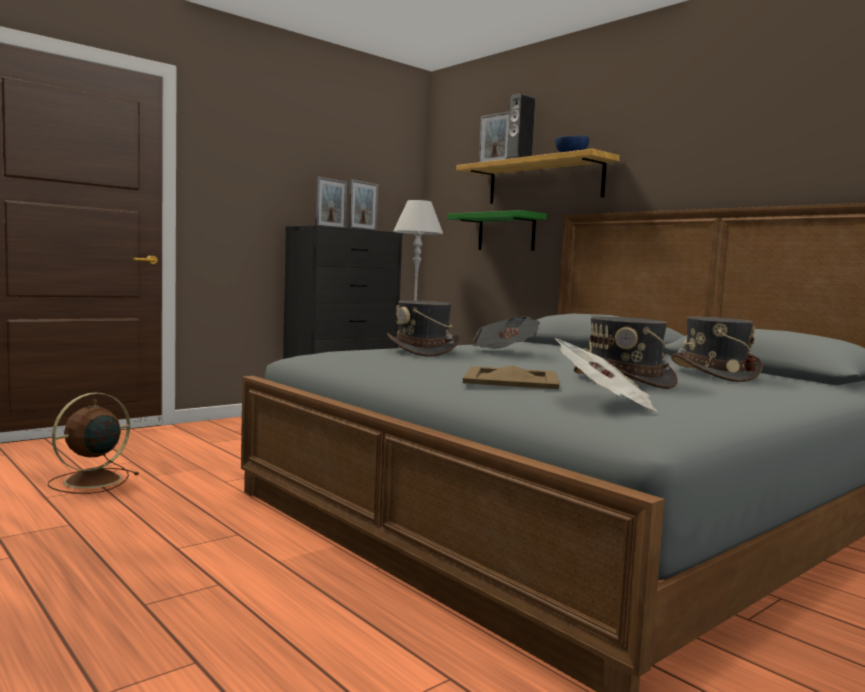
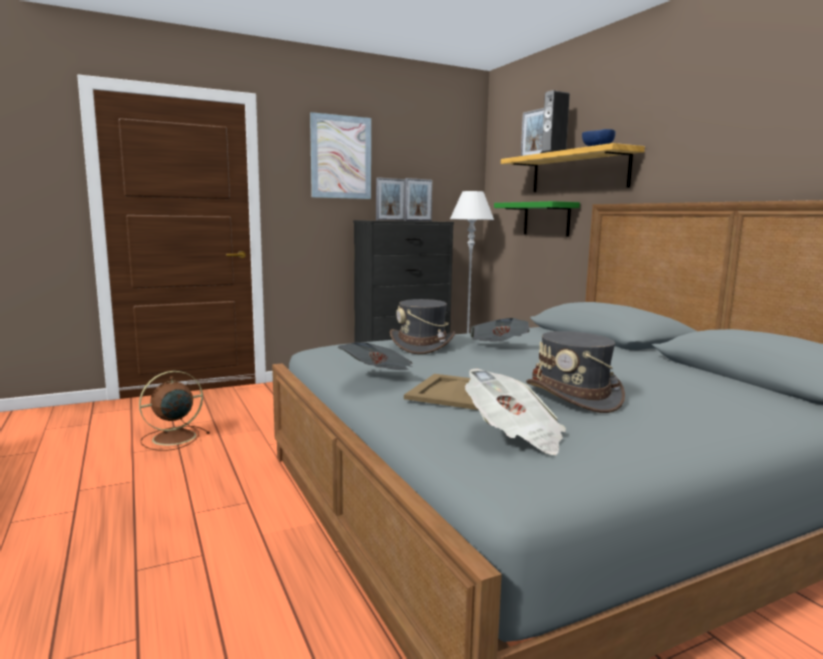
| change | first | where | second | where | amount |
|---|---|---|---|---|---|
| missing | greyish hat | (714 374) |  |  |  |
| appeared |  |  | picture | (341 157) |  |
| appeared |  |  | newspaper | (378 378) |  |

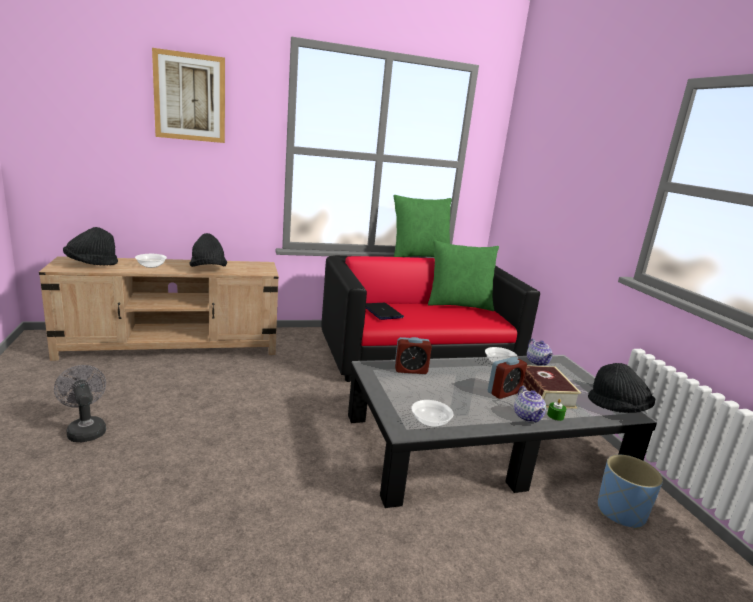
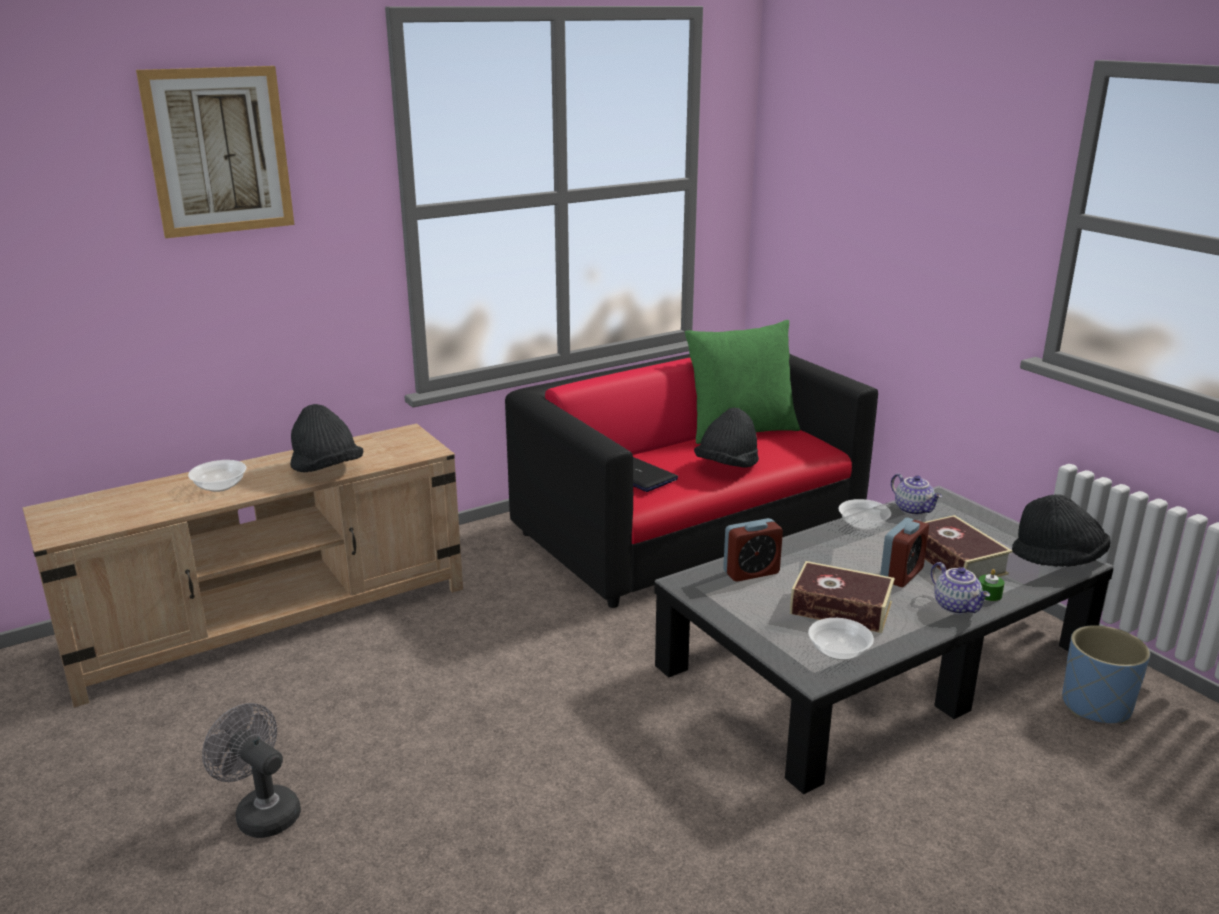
| change | first | where | second | where | amount |
|---|---|---|---|---|---|
| relocated | black hat | (91 264) |  | (727 466) |  |
| missing | green throw pillow | (419 256) |  |  |  |
| appeared |  |  | volume | (841 608) |  |

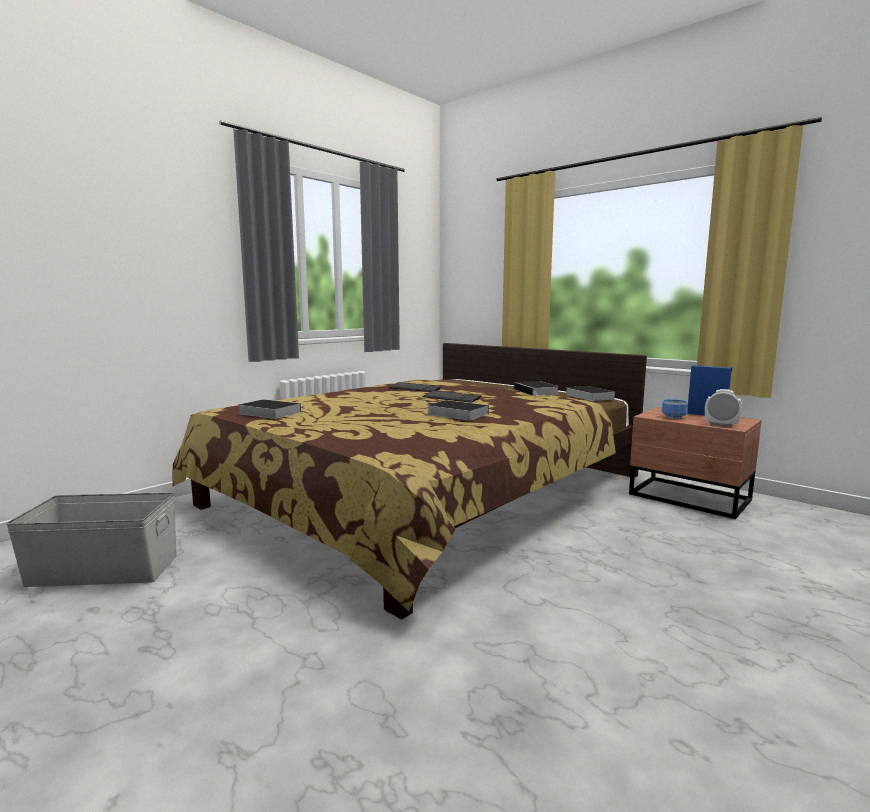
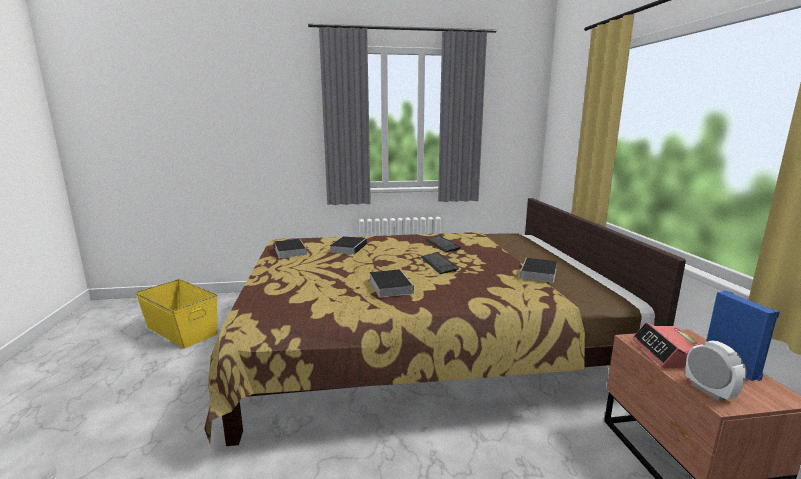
| change | first | where | second | where | amount |
|---|---|---|---|---|---|
| colour | greyish storage box | (104 569) | yellow-coloured storage box | (182 330) |  |
| relocated | volume | (587 396) |  | (348 247) |  |
| exchanged | serving bowl | (675 417) | table clock | (668 354) |  |

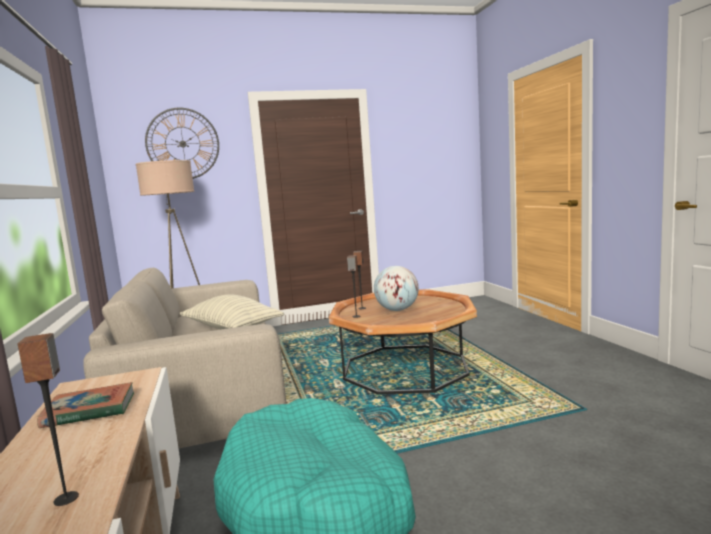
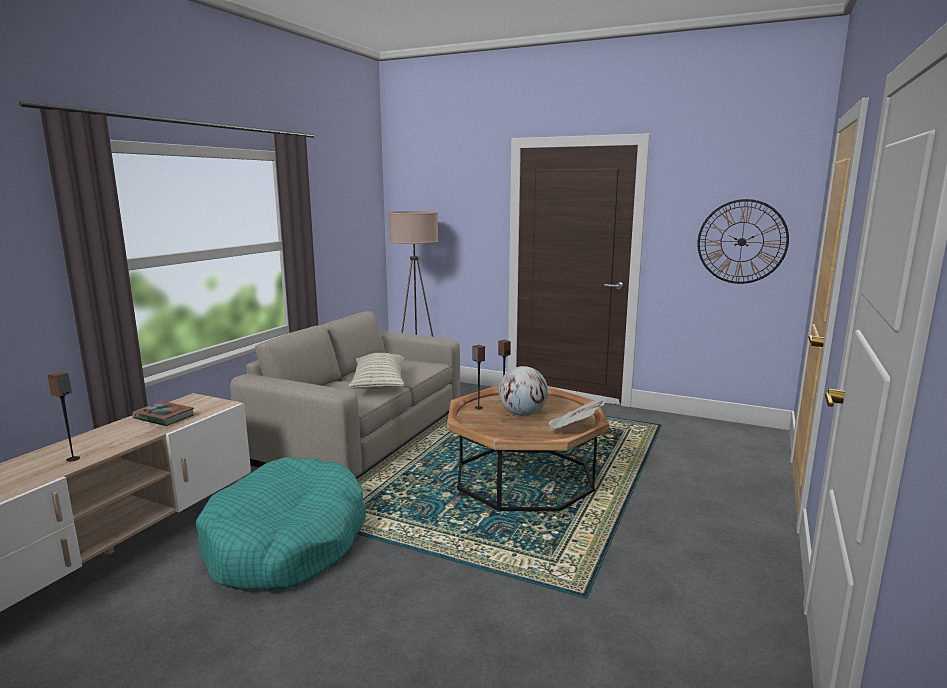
| change | first | where | second | where | amount |
|---|---|---|---|---|---|
| relocated | hanging clock | (182 144) |  | (741 242) |  |
| appeared |  |  | newspaper | (573 429) |  |

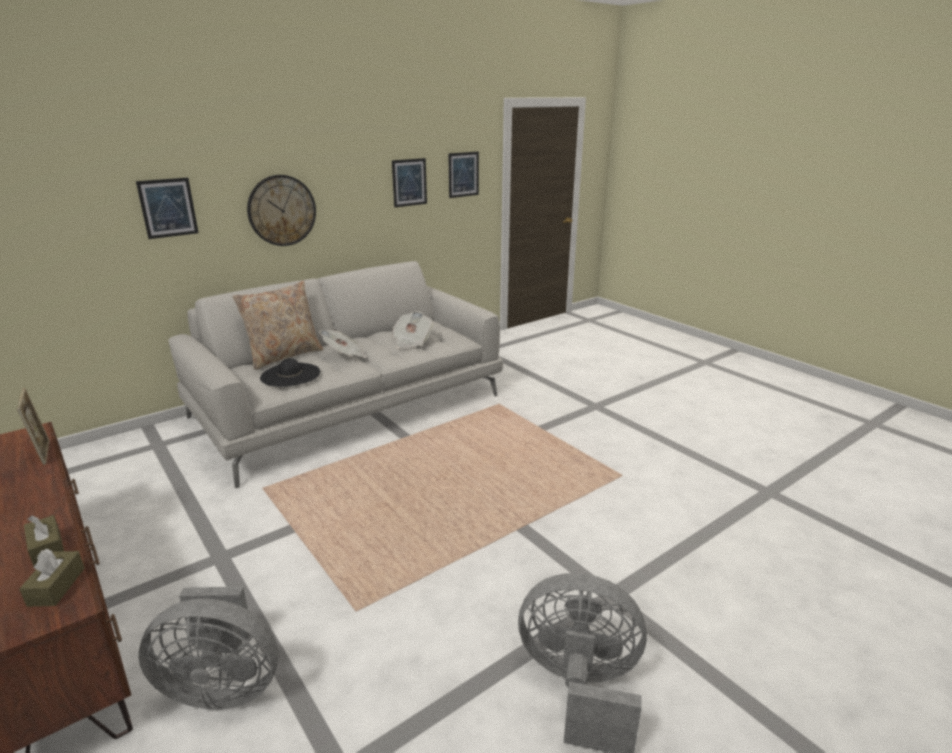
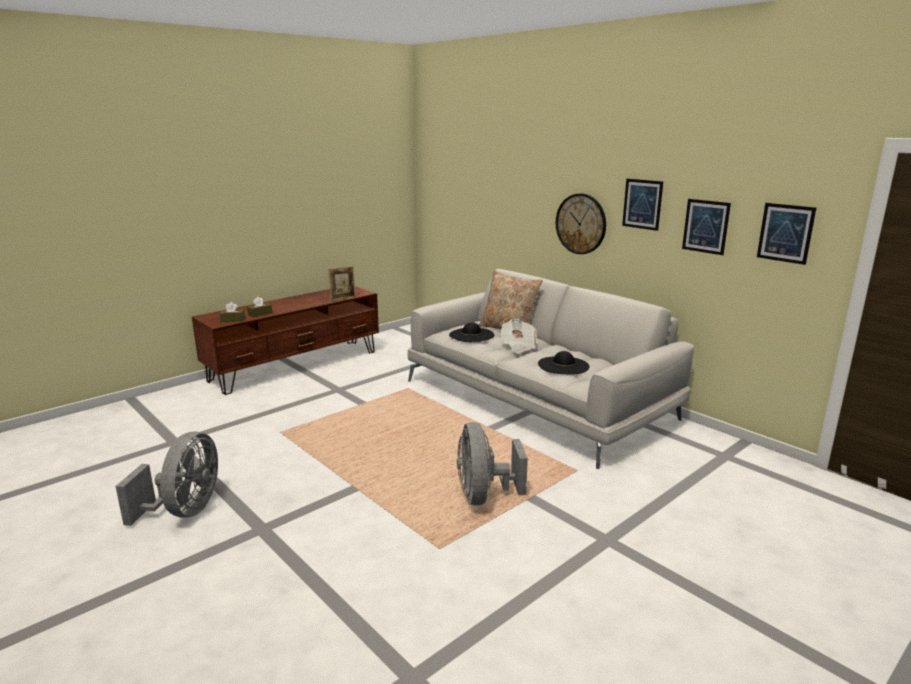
| change | first | where | second | where | amount |
|---|---|---|---|---|---|
| relocated | picture | (168 208) |  | (642 204) |  |
| relocated | greyish cooling fan | (222 686) |  | (484 496) |  |
| exchanged | newspaper | (411 341) | black hat | (563 365) |  |

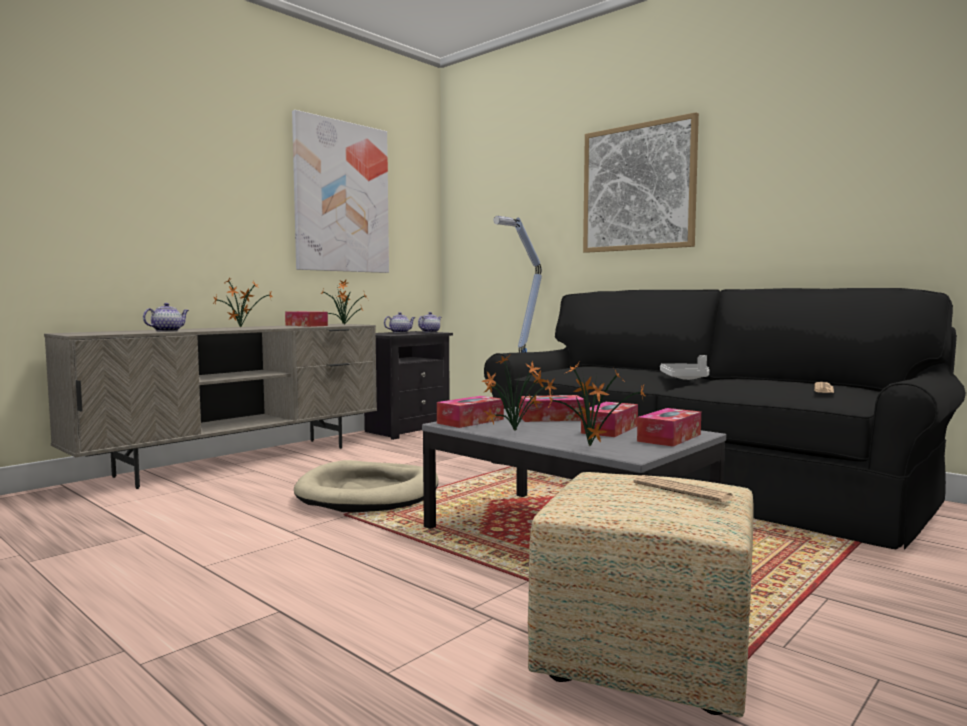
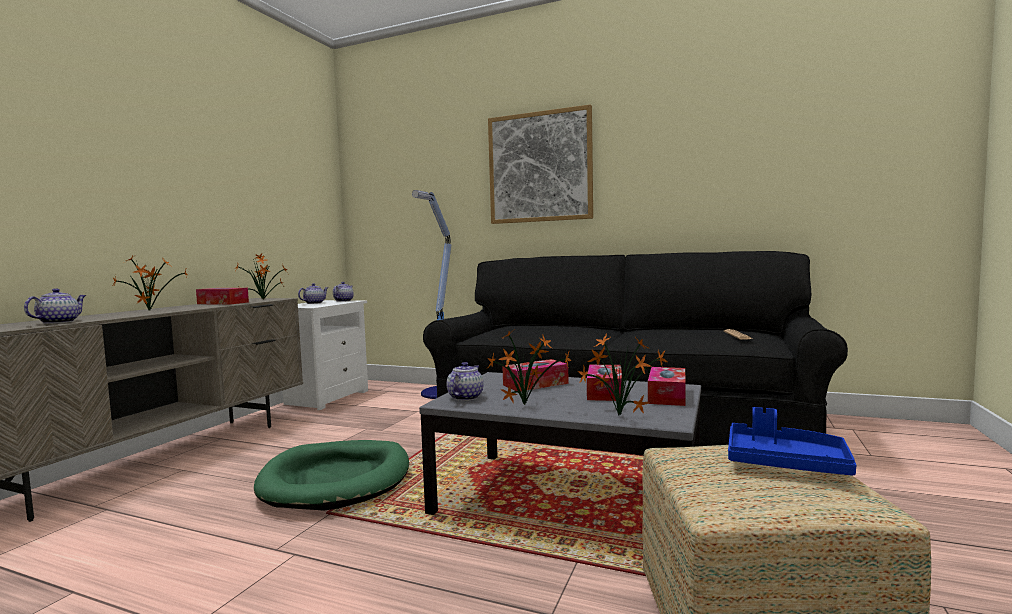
| change | first | where | second | where | amount |
|---|---|---|---|---|---|
| missing | picture | (341 197) |  |  |  |
| colour | beige pet bed | (369 493) | green pet bed | (336 479) |  |
| colour | black bedside table | (405 430) | white bedside table | (325 398) |  |
| exchanged | box of tissues | (470 421) | tea pot | (465 397) |  |
| exchanged | newspaper | (682 490) | blue tray | (785 463) |  |
| missing | greyish tray | (686 379) |  |  |  |

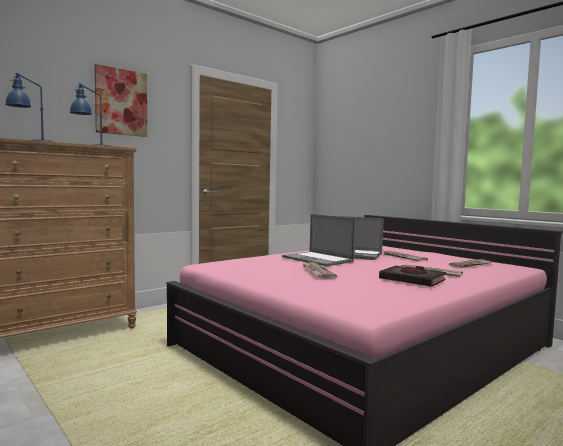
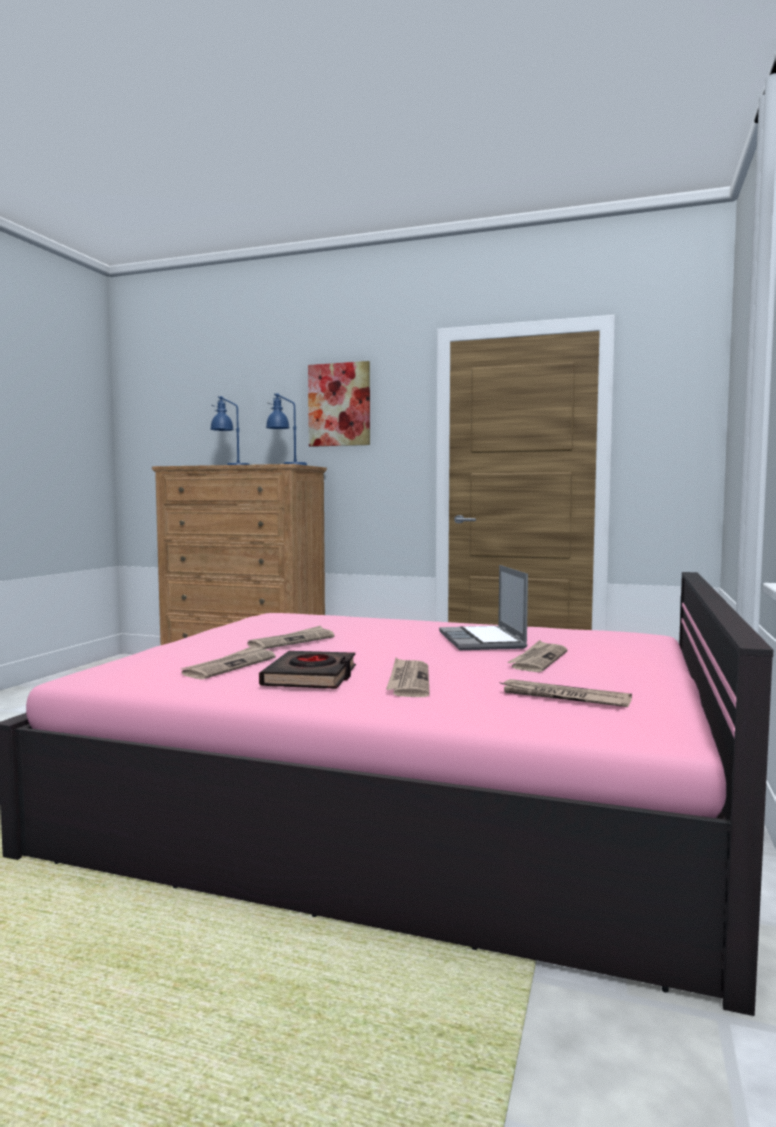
| change | first | where | second | where | amount |
|---|---|---|---|---|---|
| missing | laptop | (317 259) |  |  |  |
| appeared |  |  | newspaper | (230 666) |  |

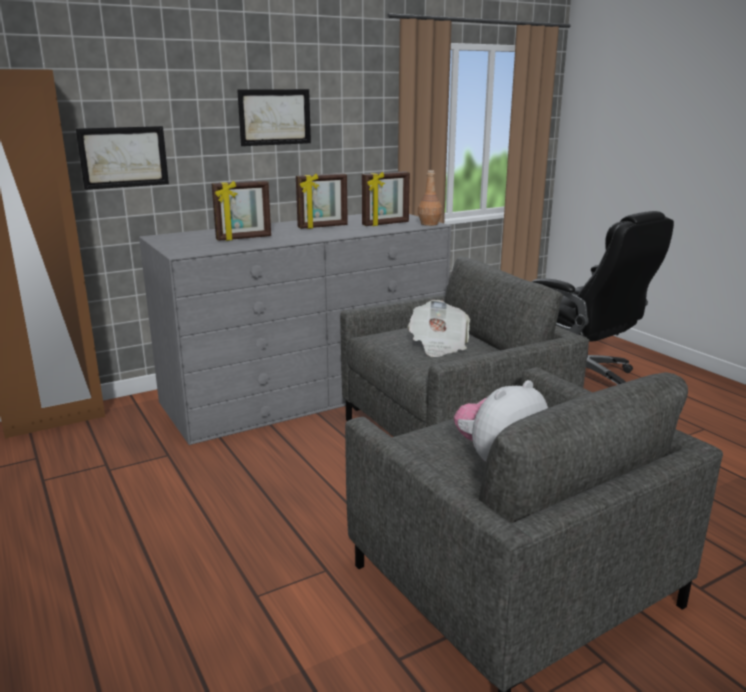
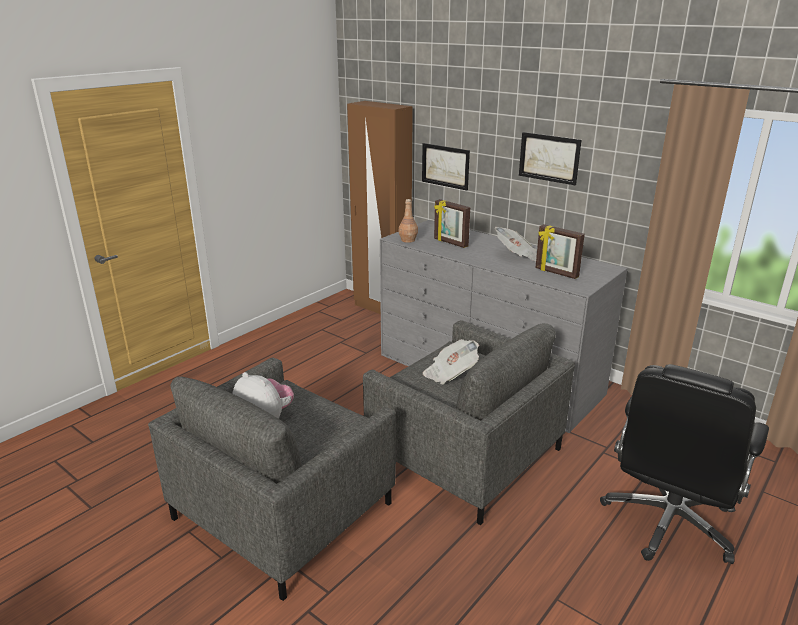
| change | first | where | second | where | amount |
|---|---|---|---|---|---|
| exchanged | standing frame | (323 227) | newspaper | (516 256) |  |
| relocated | brown-coloured drink bottle | (429 224) |  | (408 240) |  |

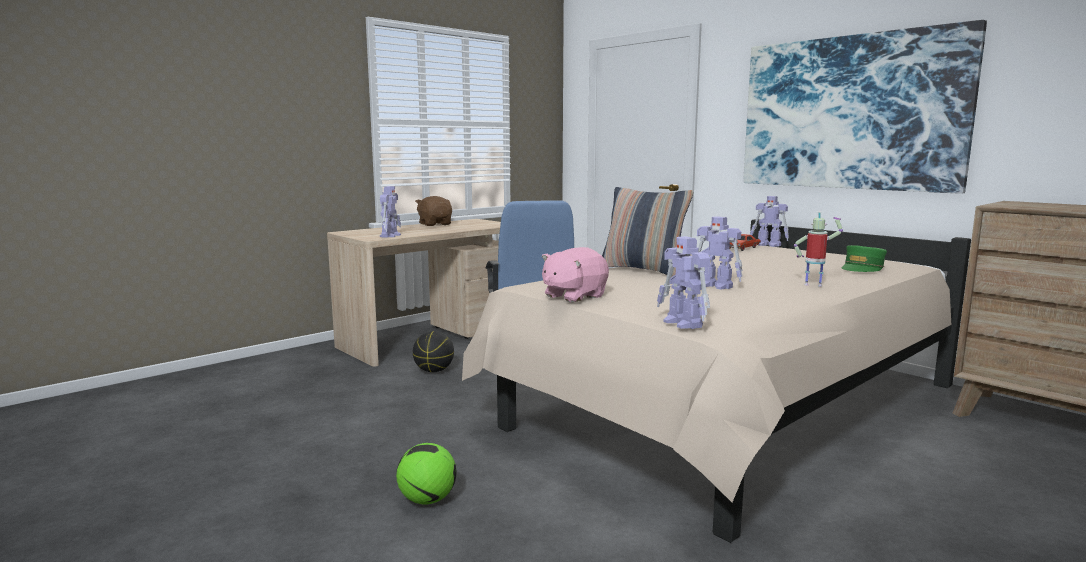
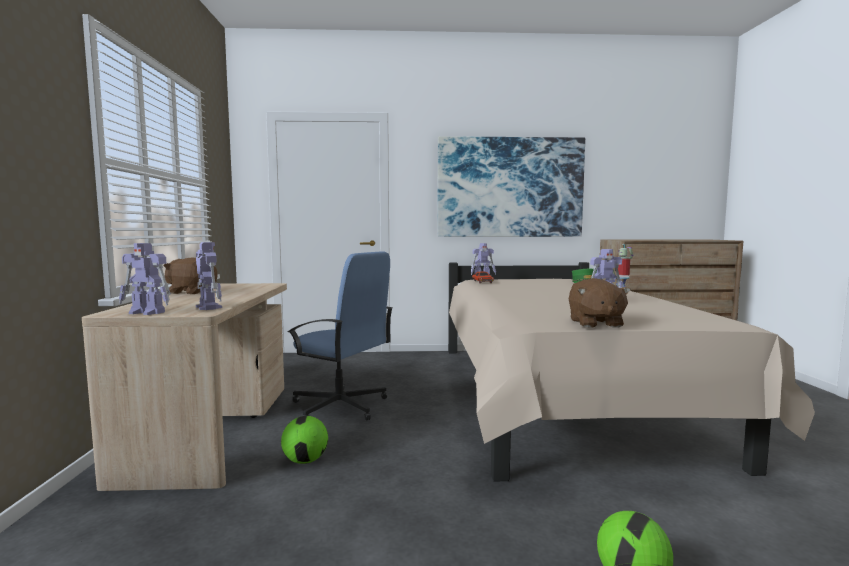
| change | first | where | second | where | amount |
|---|---|---|---|---|---|
| exchanged | ball for basketball | (434 371) | football | (305 460) |  |
| colour | pink-coloured soft toy | (573 296) | brown-coloured soft toy | (595 323) |  |
| missing | throw pillow | (643 270) |  |  |  |
| relocated | model robot | (683 323) |  | (147 312) |  |

